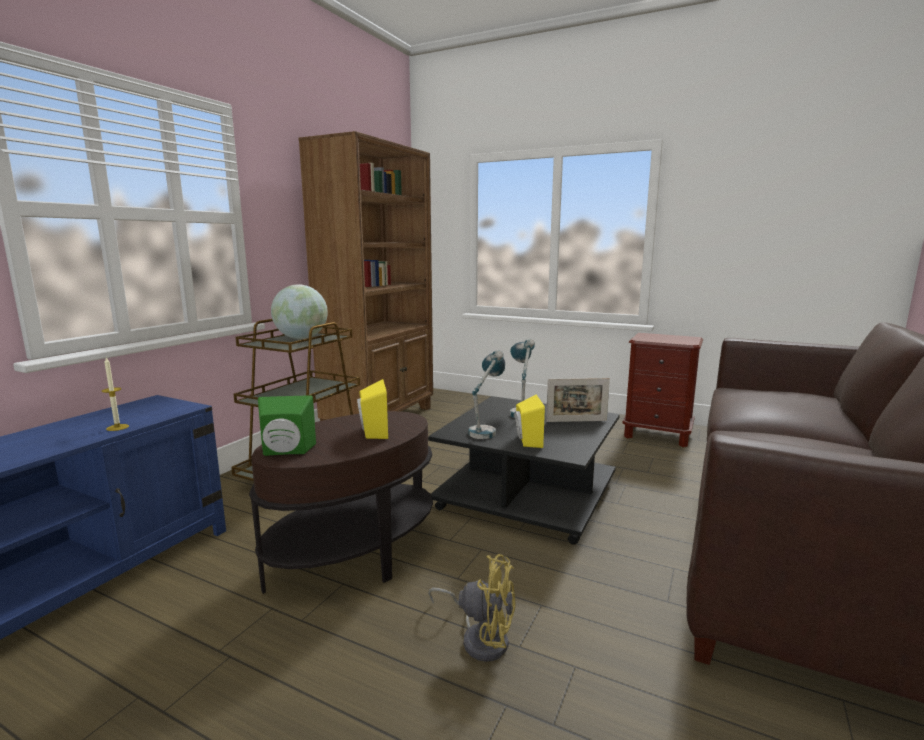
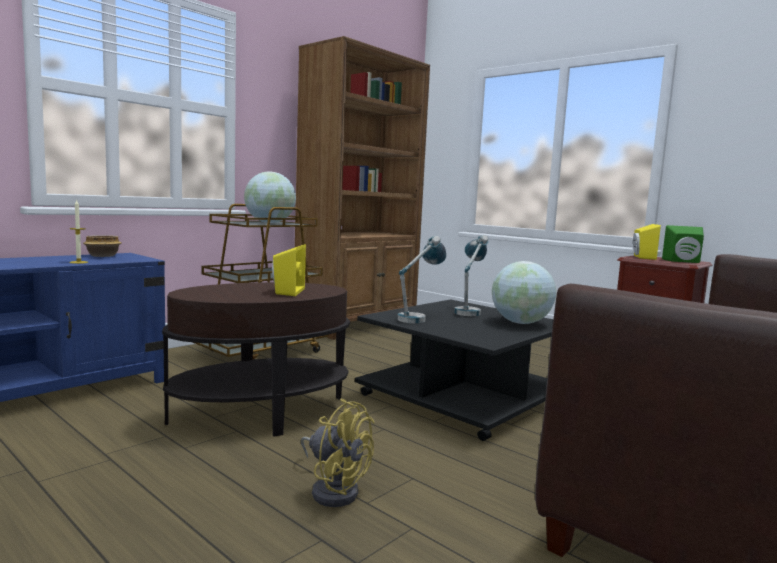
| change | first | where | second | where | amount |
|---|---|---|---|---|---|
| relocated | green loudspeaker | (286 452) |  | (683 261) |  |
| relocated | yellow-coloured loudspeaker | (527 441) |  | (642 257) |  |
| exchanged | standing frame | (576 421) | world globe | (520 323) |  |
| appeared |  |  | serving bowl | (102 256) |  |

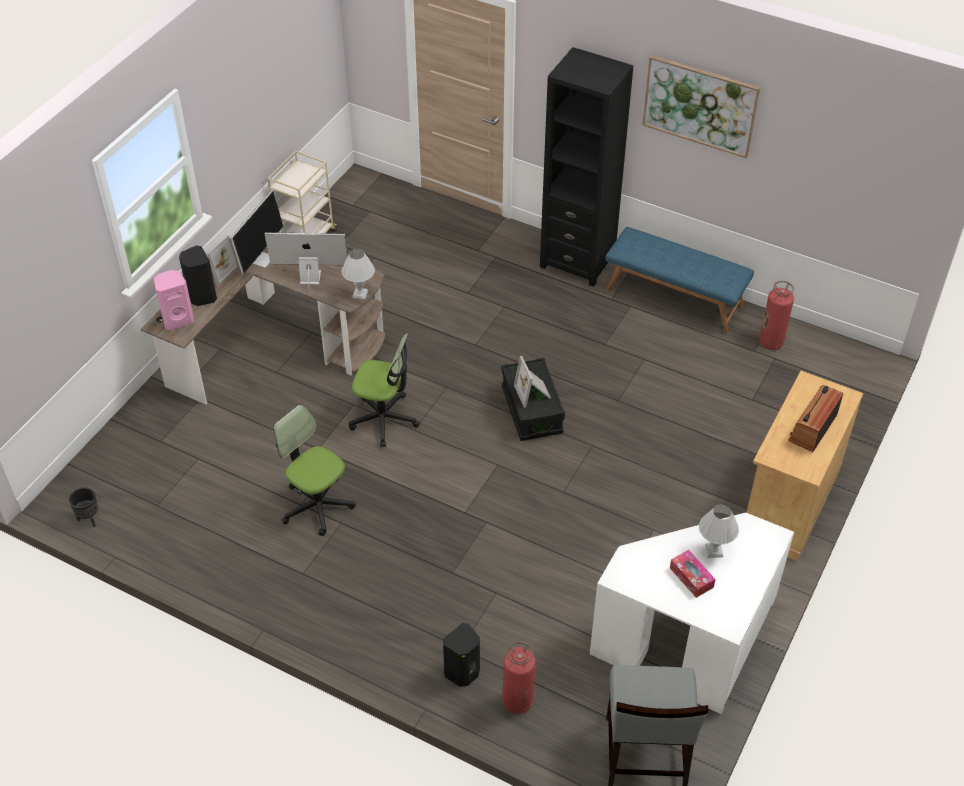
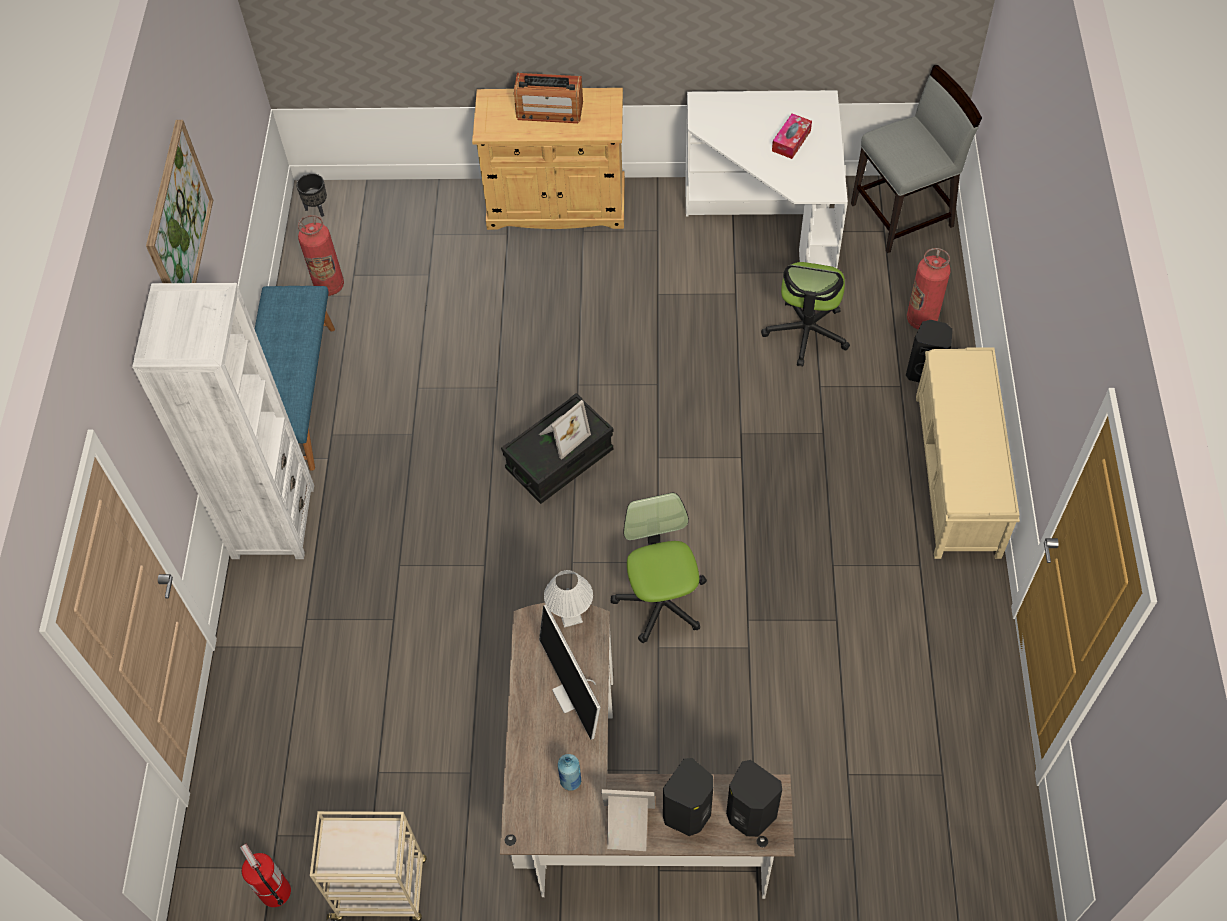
| change | first | where | second | where | amount |
|---|---|---|---|---|---|
| relocated | black plant pot | (89 519) |  | (317 209) |  |
| colour | pink-coloured loudspeaker | (177 319) | black loudspeaker | (749 815) |  |
| exchanged | monitor | (261 258) | blue drink bottle | (570 781) |  |
| relocated | office chair | (317 505) |  | (806 332) |  |
| colour | black bookcase | (577 261) | white bookcase | (273 521) |  |
| missing | white tabletop lamp | (713 550) |  |  |  |
| appeared |  |  | fire-fighting cylinder | (275 891) |  |
| appeared |  |  | beige bench | (957 476) |  |

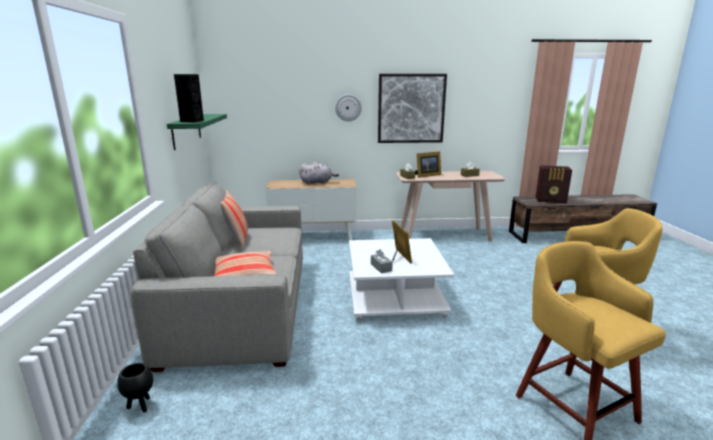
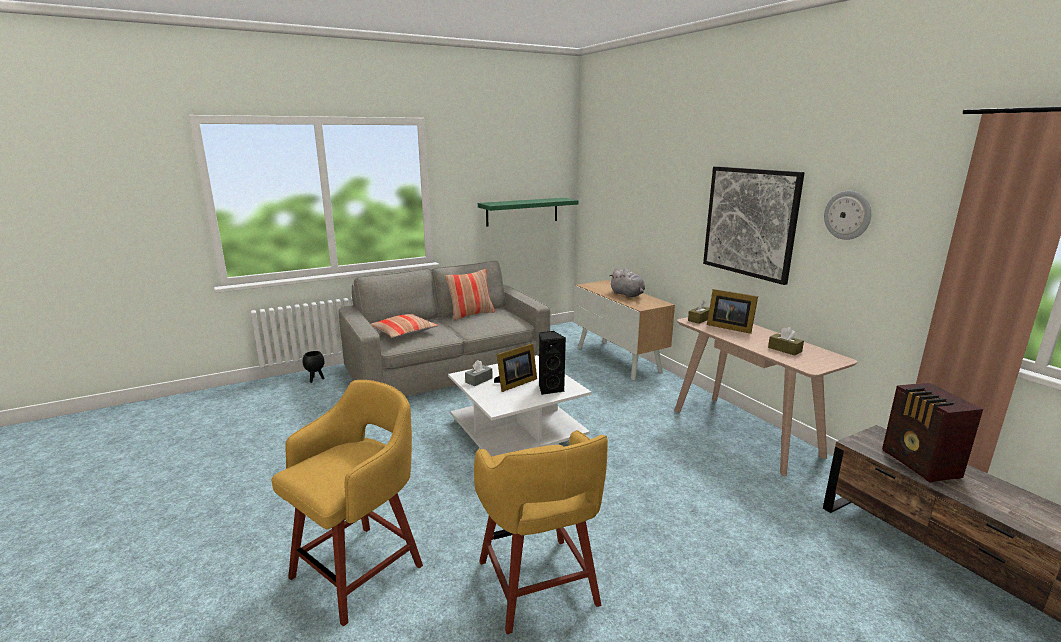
| change | first | where | second | where | amount |
|---|---|---|---|---|---|
| relocated | black loudspeaker | (191 121) |  | (550 388) |  |
| relocated | hanging clock | (348 107) |  | (848 215) |  |

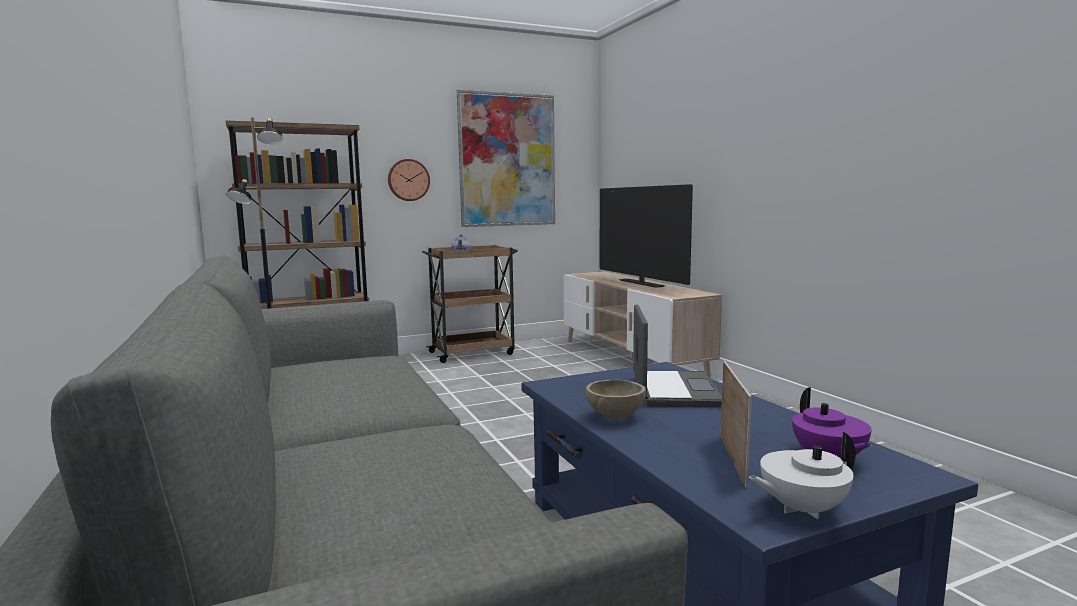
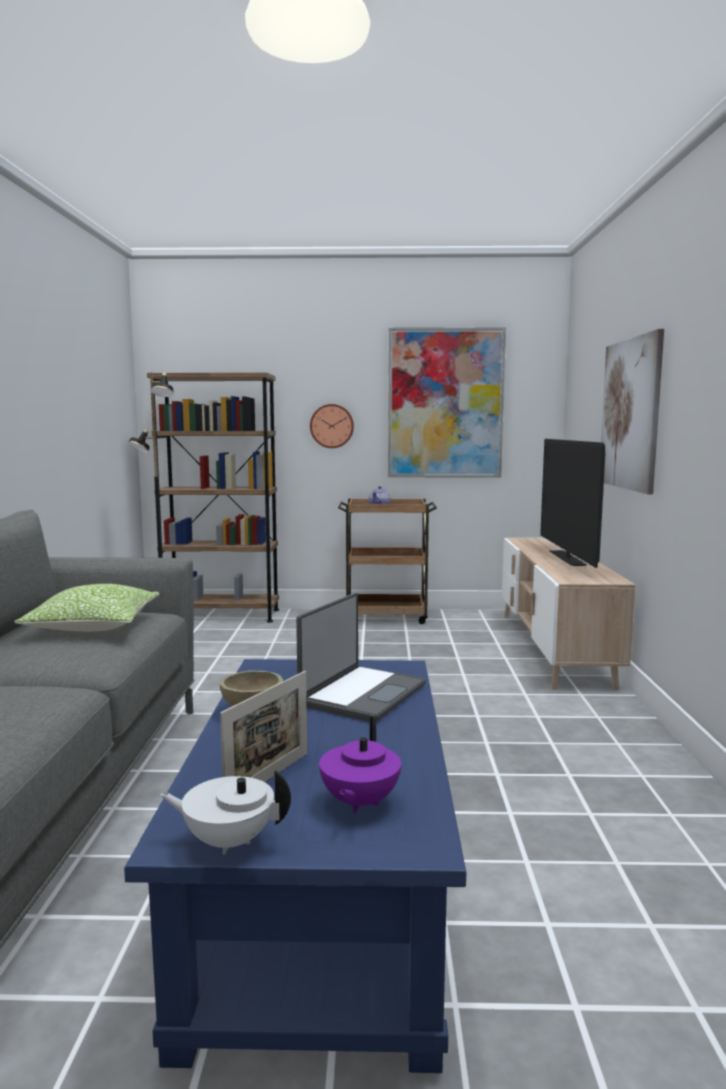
| change | first | where | second | where | amount |
|---|---|---|---|---|---|
| appeared |  |  | throw pillow | (93 626) |  |
| appeared |  |  | picture | (630 414) |  |

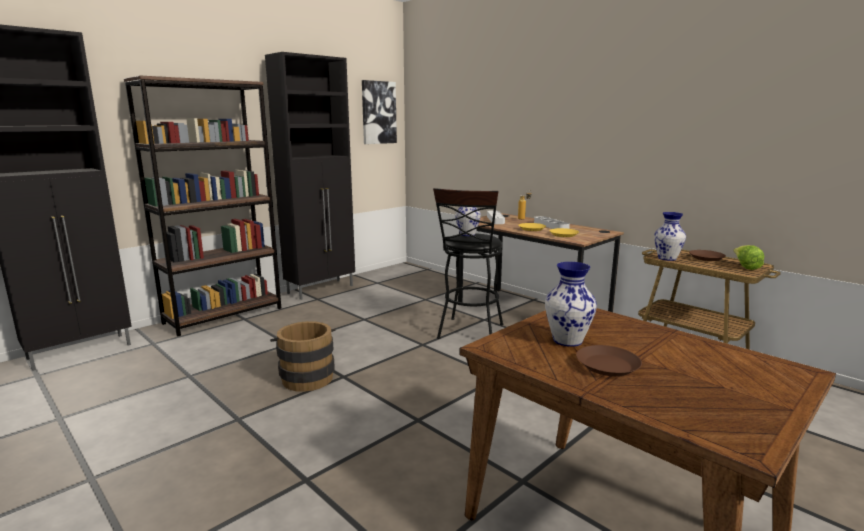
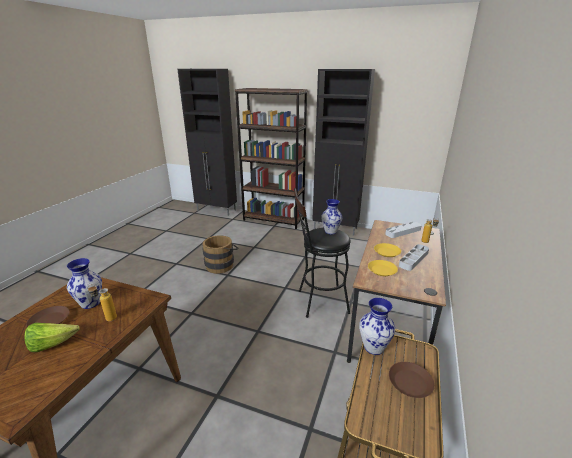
| change | first | where | second | where | amount |
|---|---|---|---|---|---|
| missing | picture | (378 112) |  |  |  |
| relocated | lettuce | (745 267) |  | (52 344) |  |
| appeared |  |  | drink bottle | (107 318) |  |

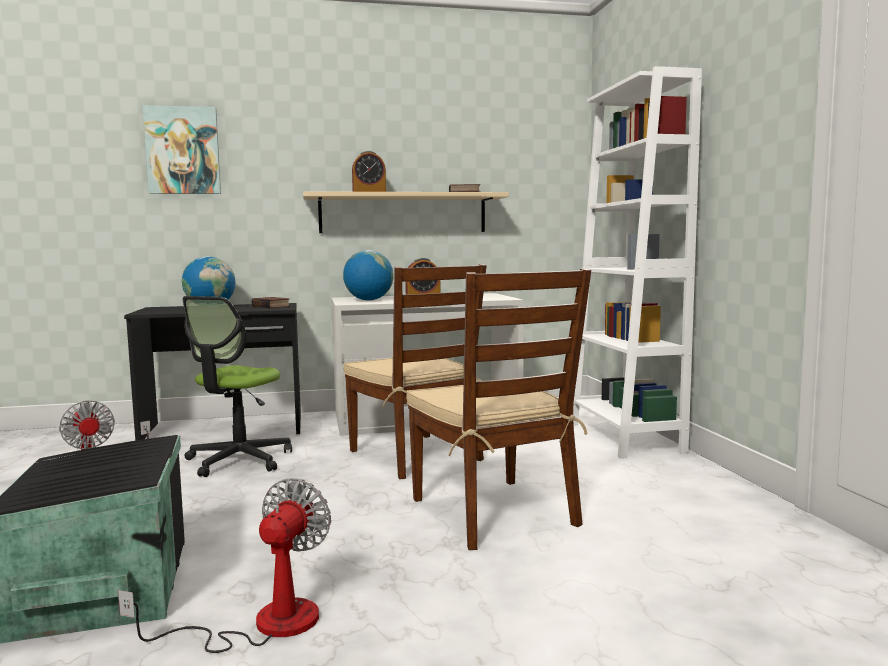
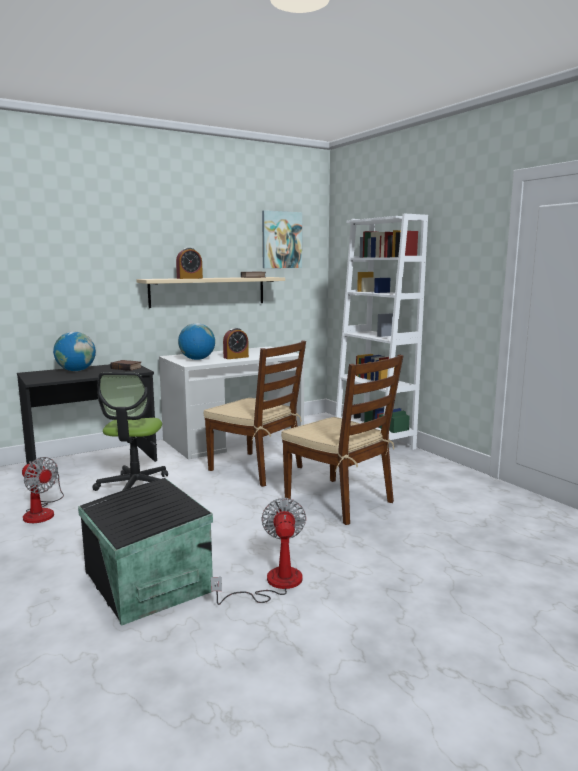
| change | first | where | second | where | amount |
|---|---|---|---|---|---|
| relocated | picture | (183 151) |  | (281 240) |  |

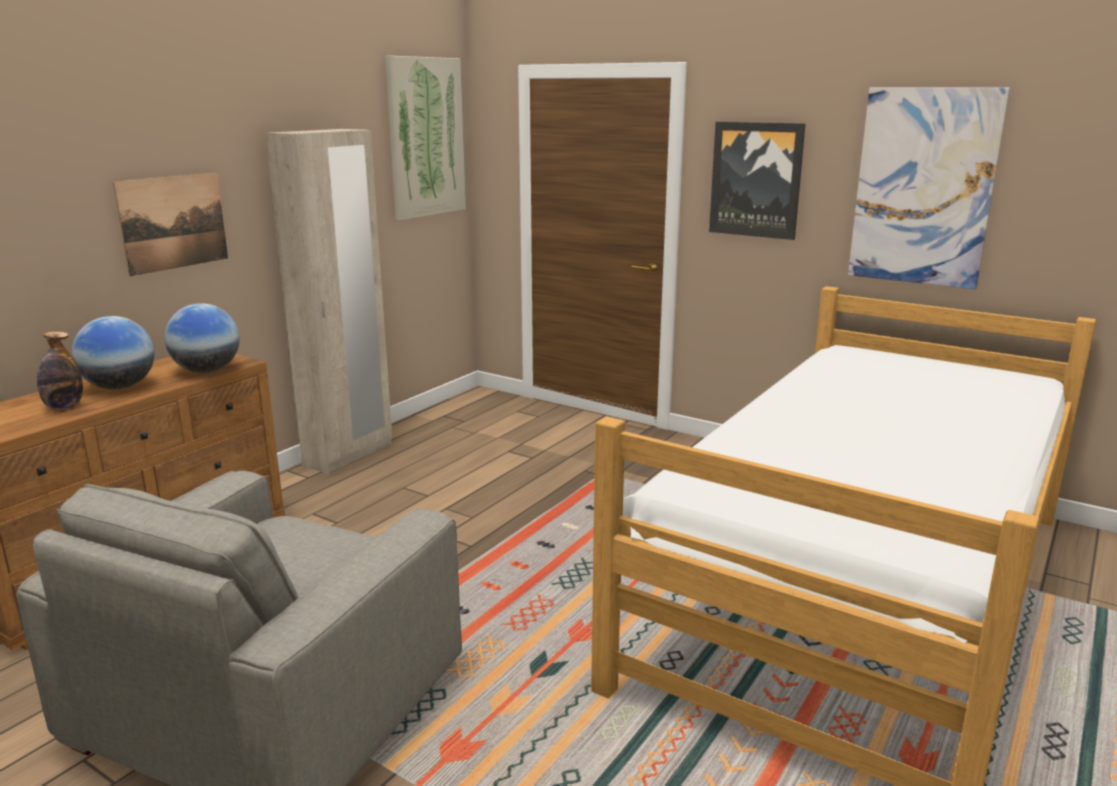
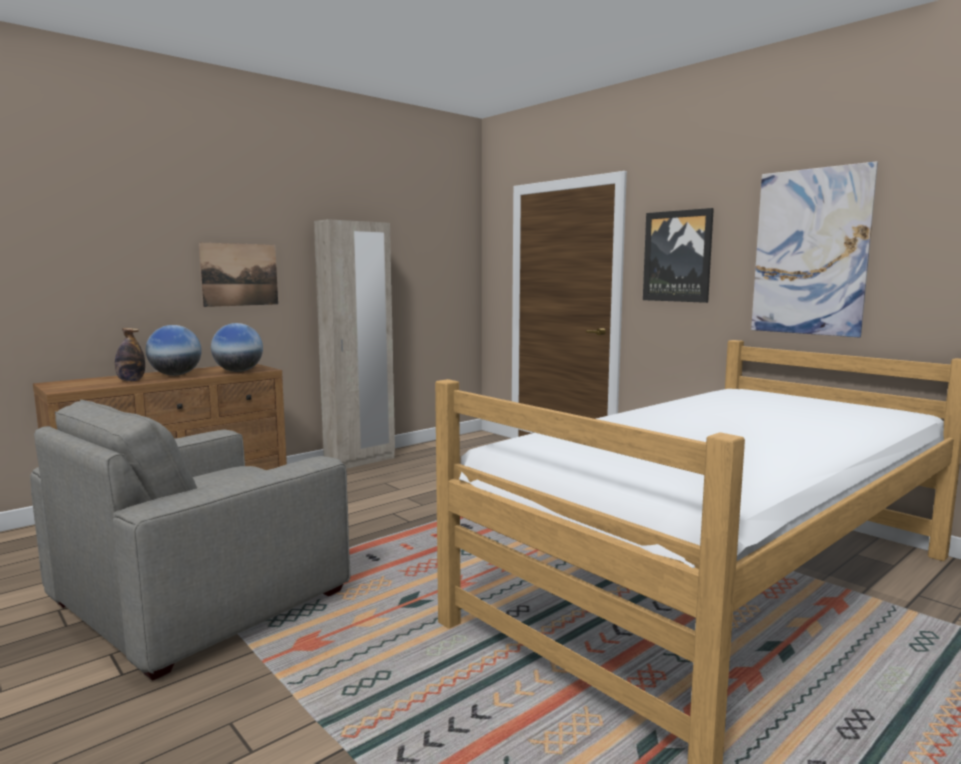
| change | first | where | second | where | amount |
|---|---|---|---|---|---|
| missing | picture | (426 138) |  |  |  |

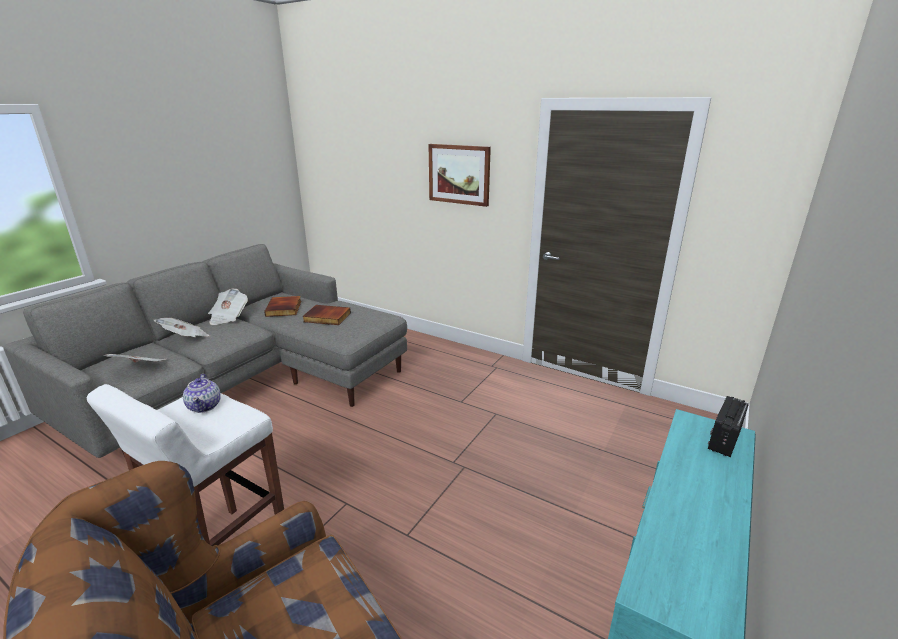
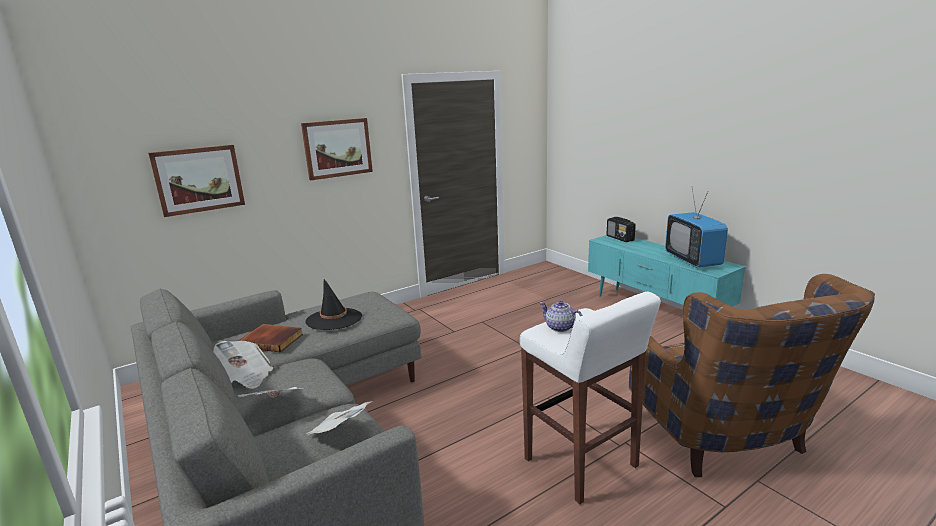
| change | first | where | second | where | amount |
|---|---|---|---|---|---|
| spun | tea pot | (205 406) |  | (560 327) | 150 degrees counterclockwise |
| exchanged | volume | (326 317) | black hat | (334 319) |  |
| appeared |  |  | picture | (199 179) |  |
| appeared |  |  | TV set | (692 260) |  |

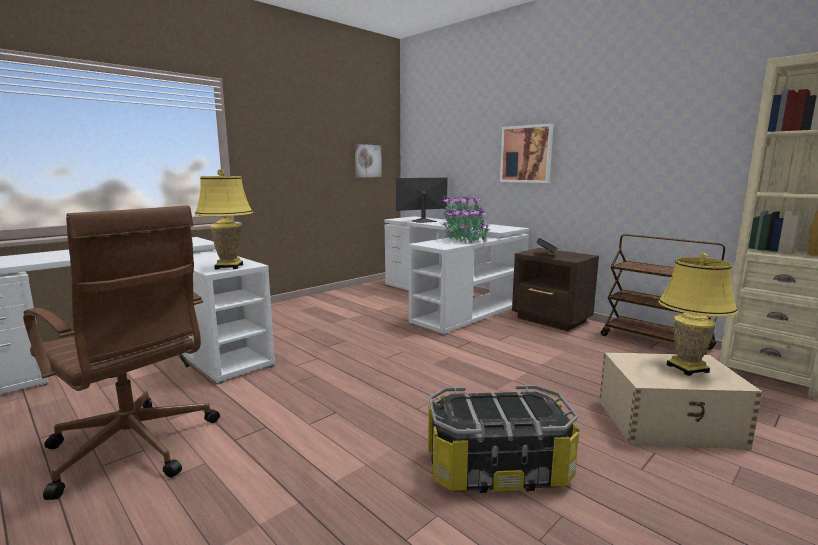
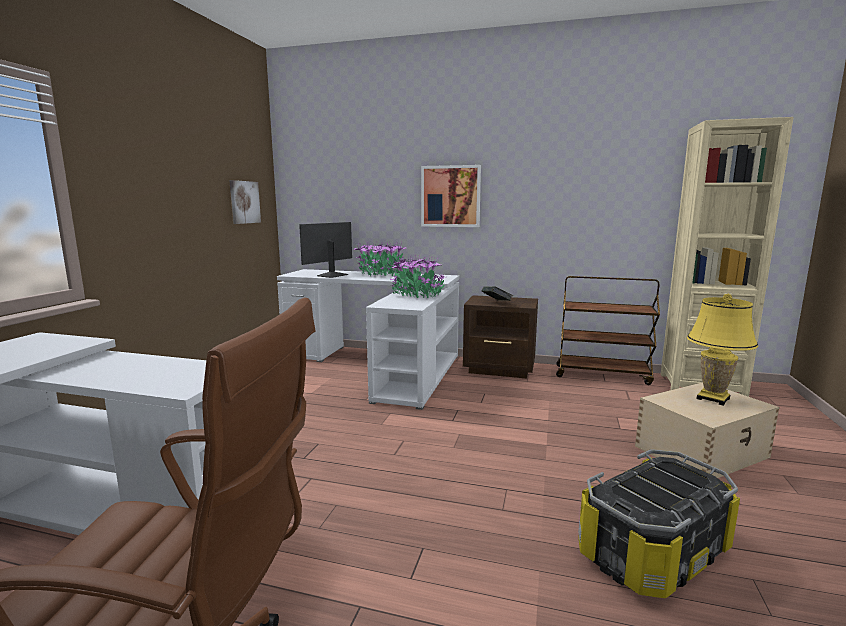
| change | first | where | second | where | amount |
|---|---|---|---|---|---|
| missing | yellow-coloured tabletop lamp | (229 266) |  |  |  |

